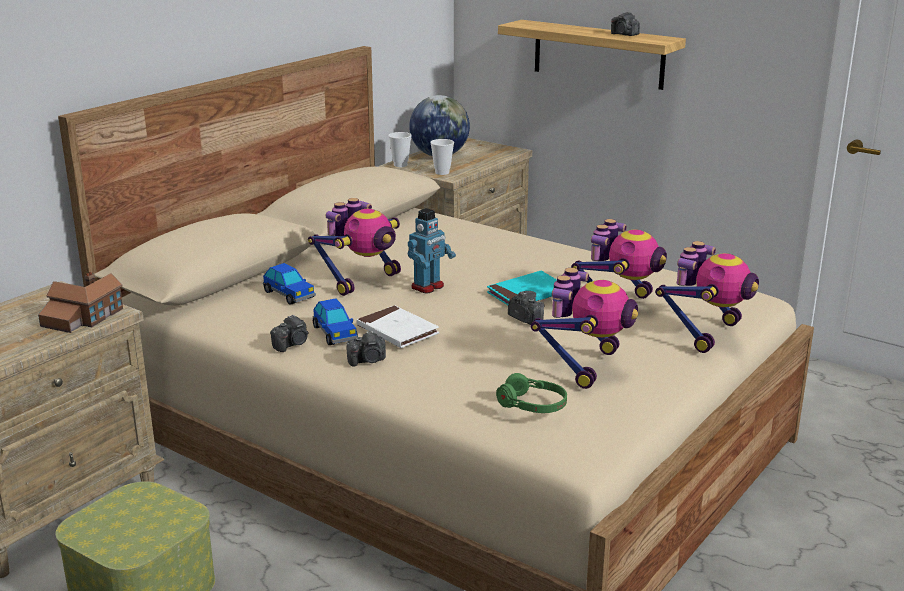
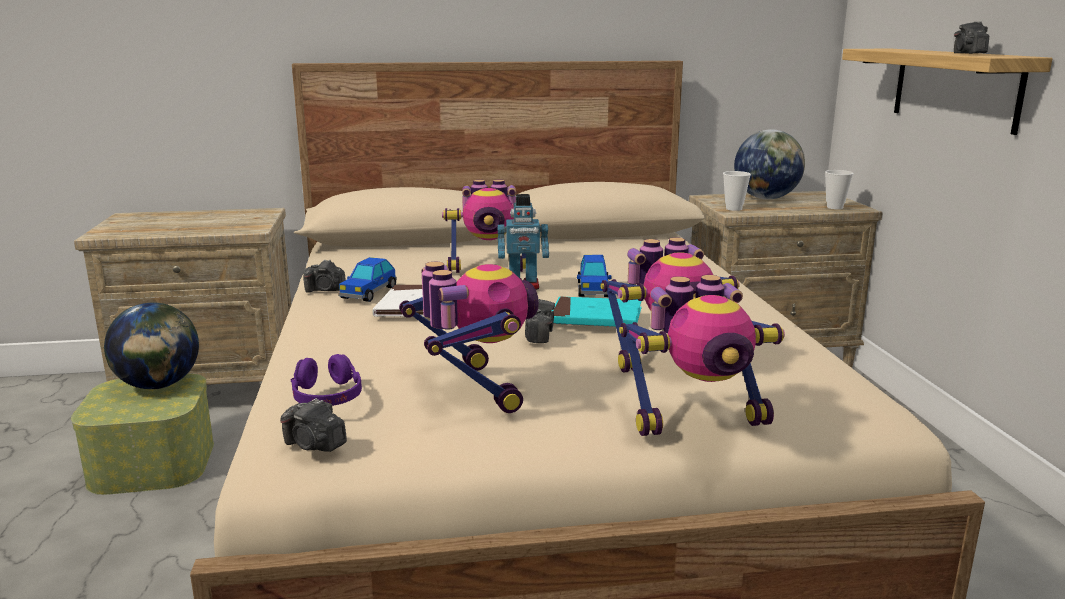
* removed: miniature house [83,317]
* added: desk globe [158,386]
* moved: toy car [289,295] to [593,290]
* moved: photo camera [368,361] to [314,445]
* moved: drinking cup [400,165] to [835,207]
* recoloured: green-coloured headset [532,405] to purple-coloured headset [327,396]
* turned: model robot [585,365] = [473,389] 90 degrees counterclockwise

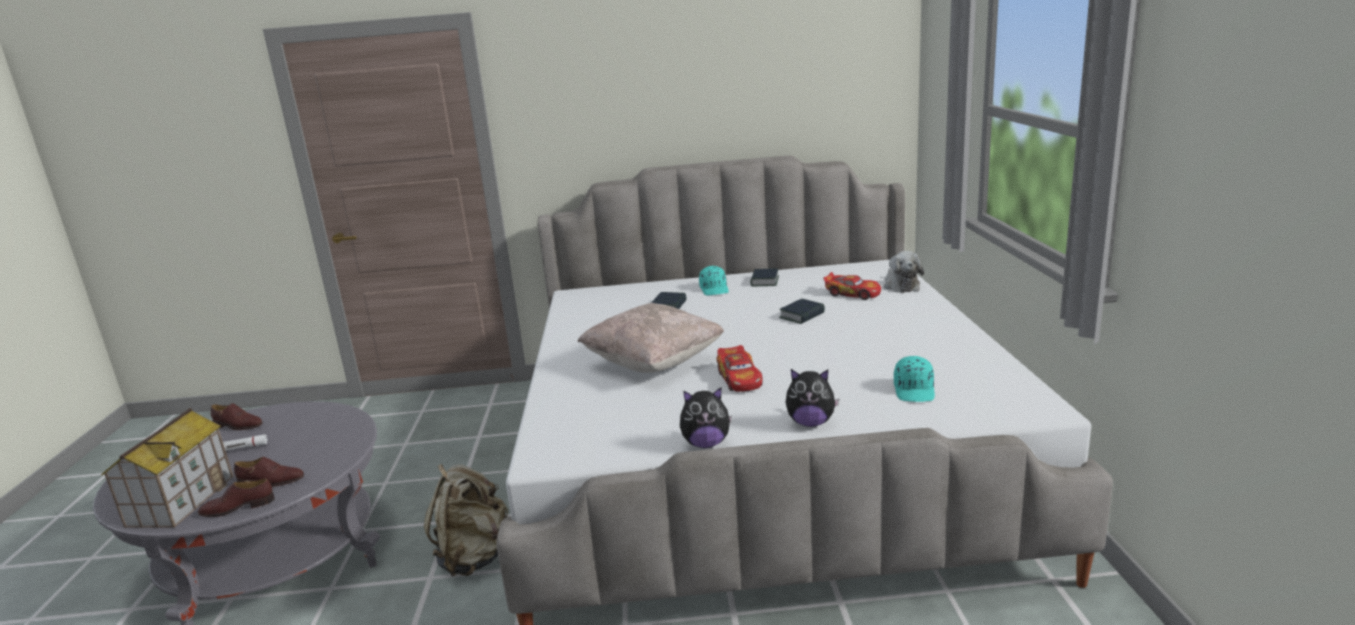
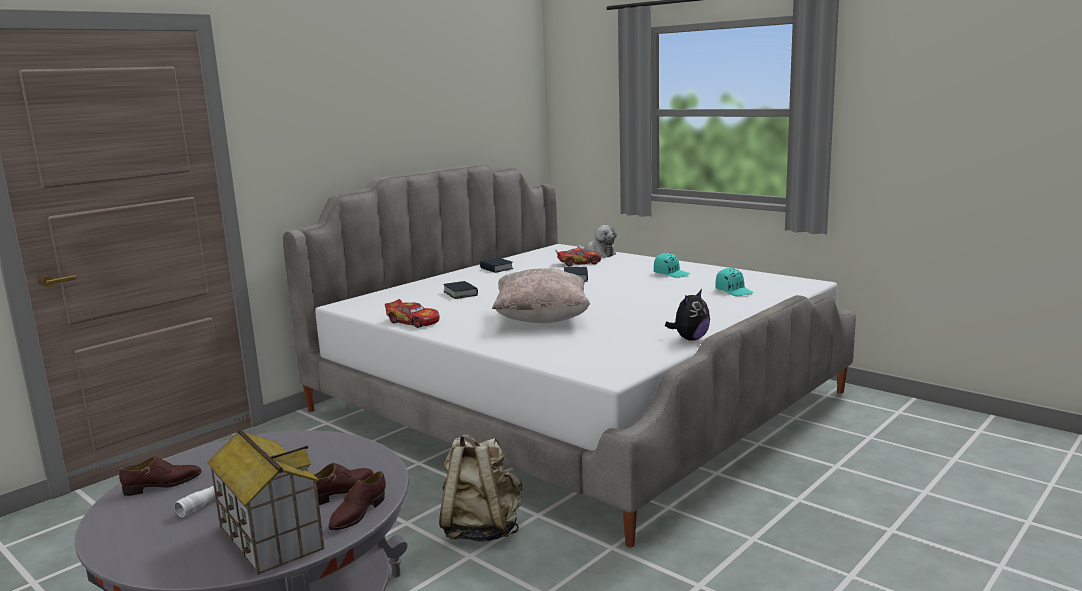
* removed: cuddly toy [811,423]
* moved: blue-green cap [714,289] to [671,274]
* moved: toy car [740,379] to [413,321]

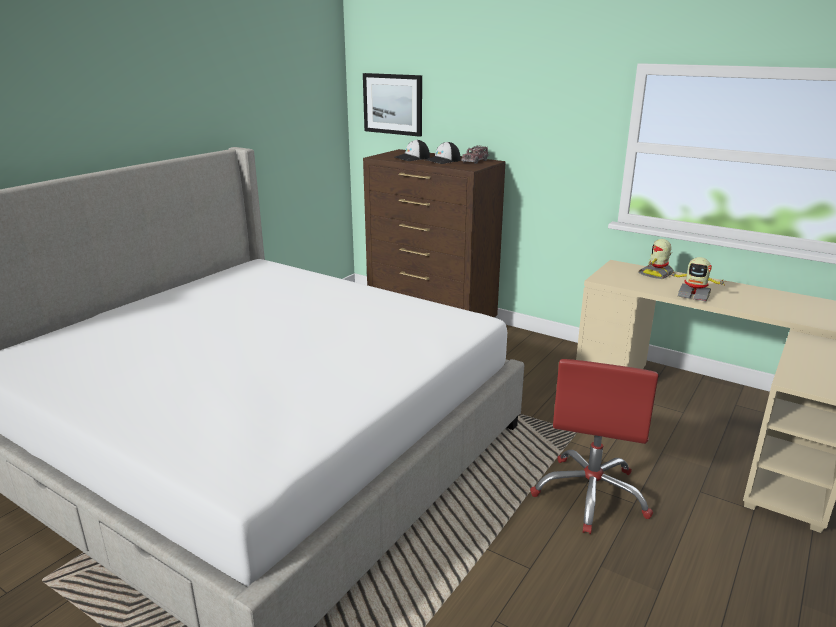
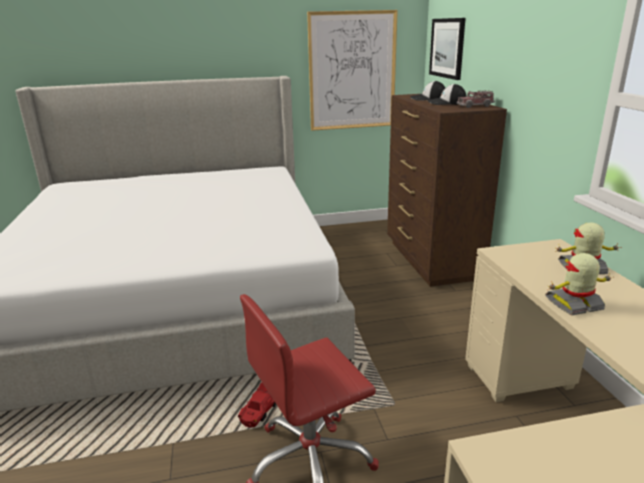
* added: red toy car [260,410]
* added: wall picture [352,71]
* turned: model robot [693,295] = [574,304] 90 degrees clockwise

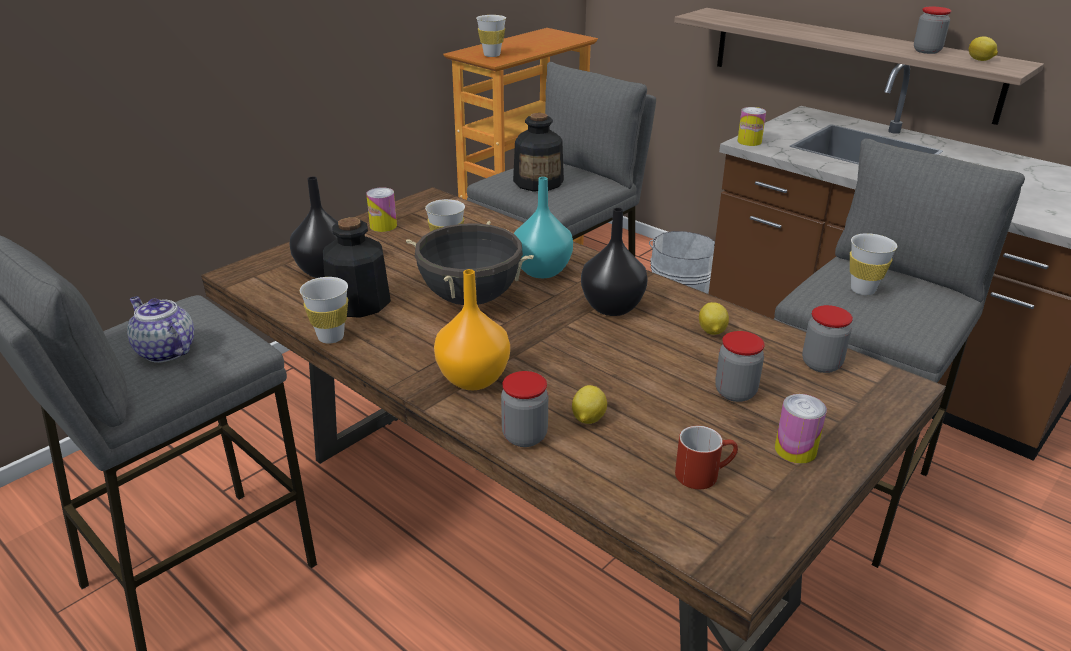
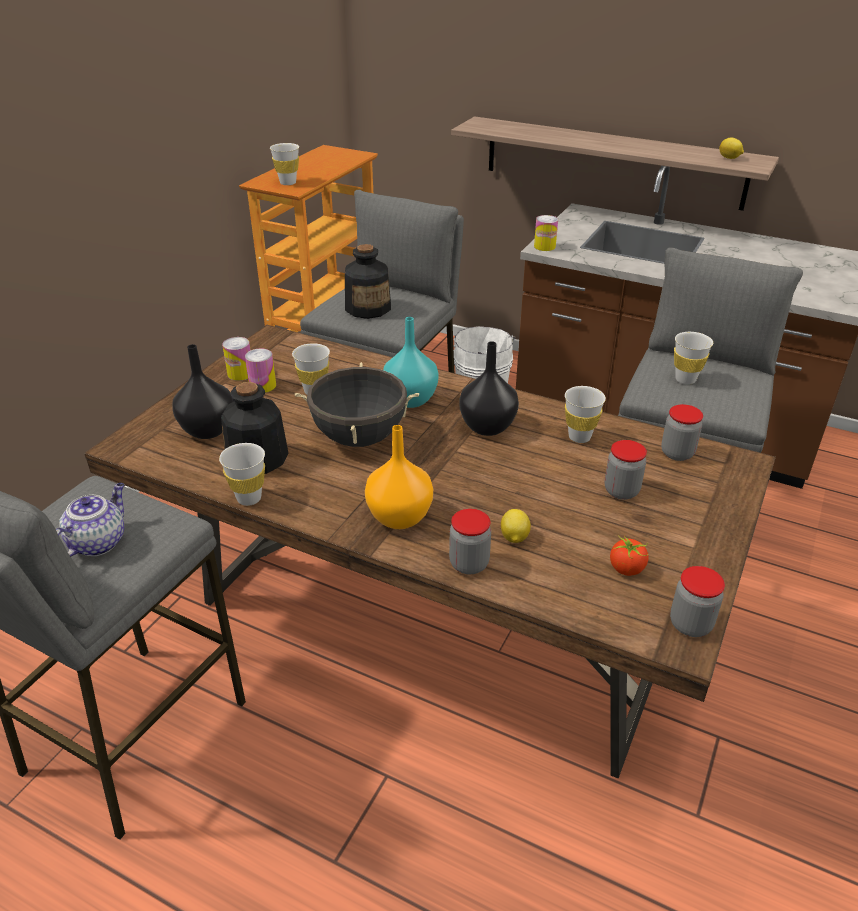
* moved: metal can [795,450] to [262,386]
* moved: storage jar [927,51] to [690,624]
* replaced: red mug [704,473] to tomato [627,569]
* replaced: citrus fruit [711,331] to white-coloured drinking cup [579,437]
* turned: pot for tea [165,351] = [98,542] 90 degrees clockwise

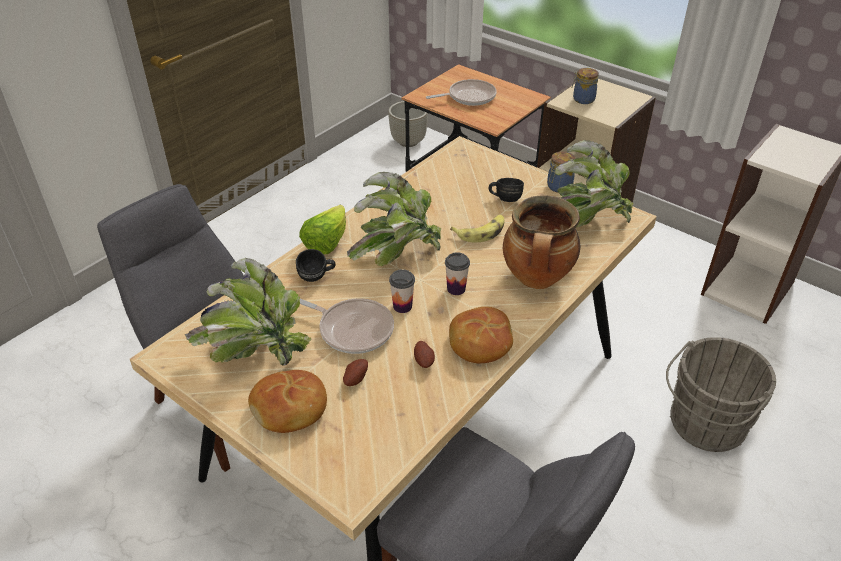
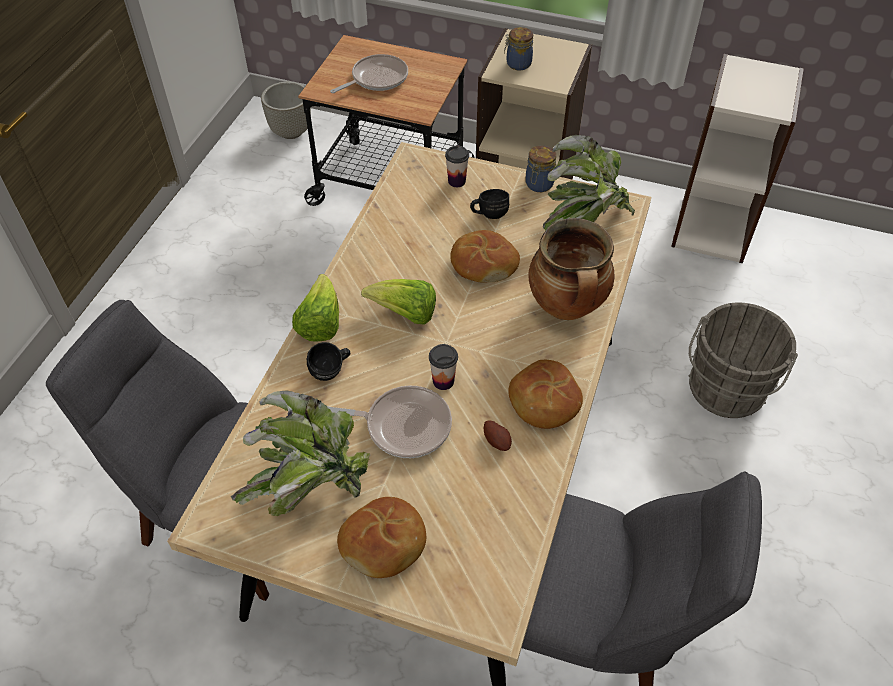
* removed: whole potato [355,378]
* moved: drinking cup [456,289] to [456,181]
* replaced: houseplant [397,252] to lettuce [405,314]
* replaced: banana fruit [481,232] to baked bread [483,264]

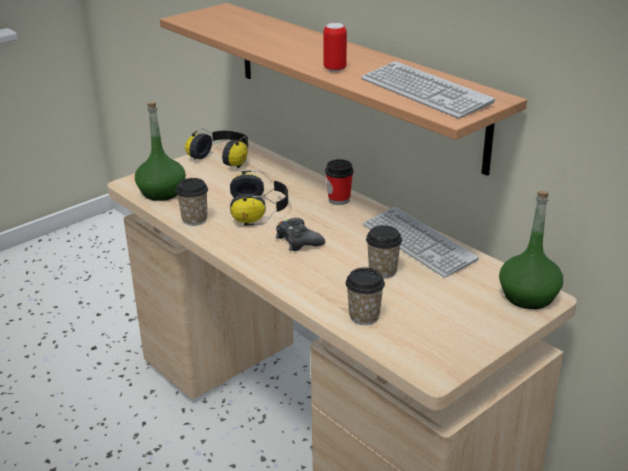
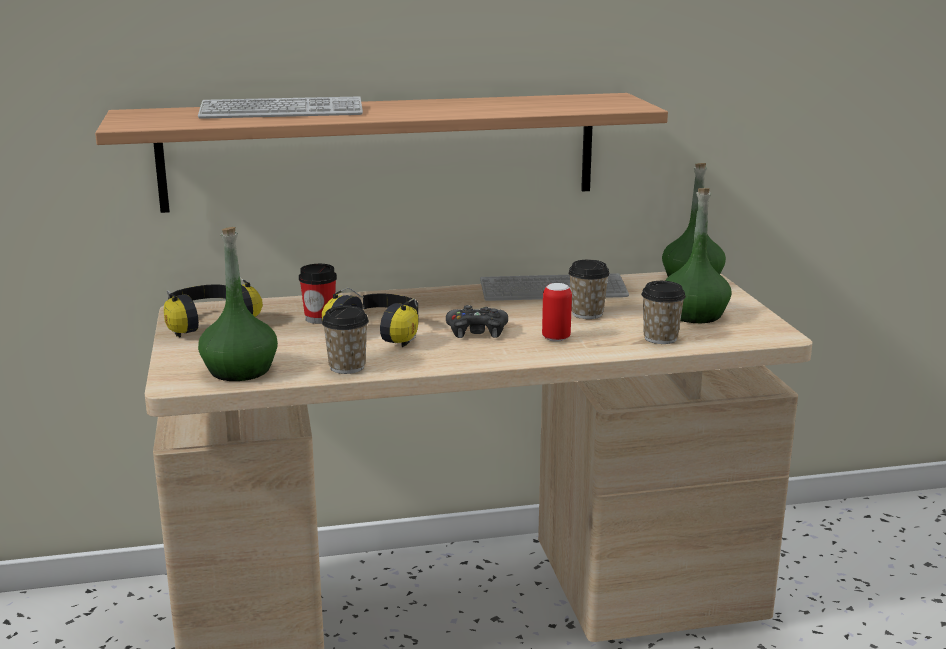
* added: green-coloured bottle [694,315]
* moved: metal can [335,69] to [556,338]
* moved: drinking cup [339,200] to [319,318]
* moved: keyboard [424,92] to [282,111]

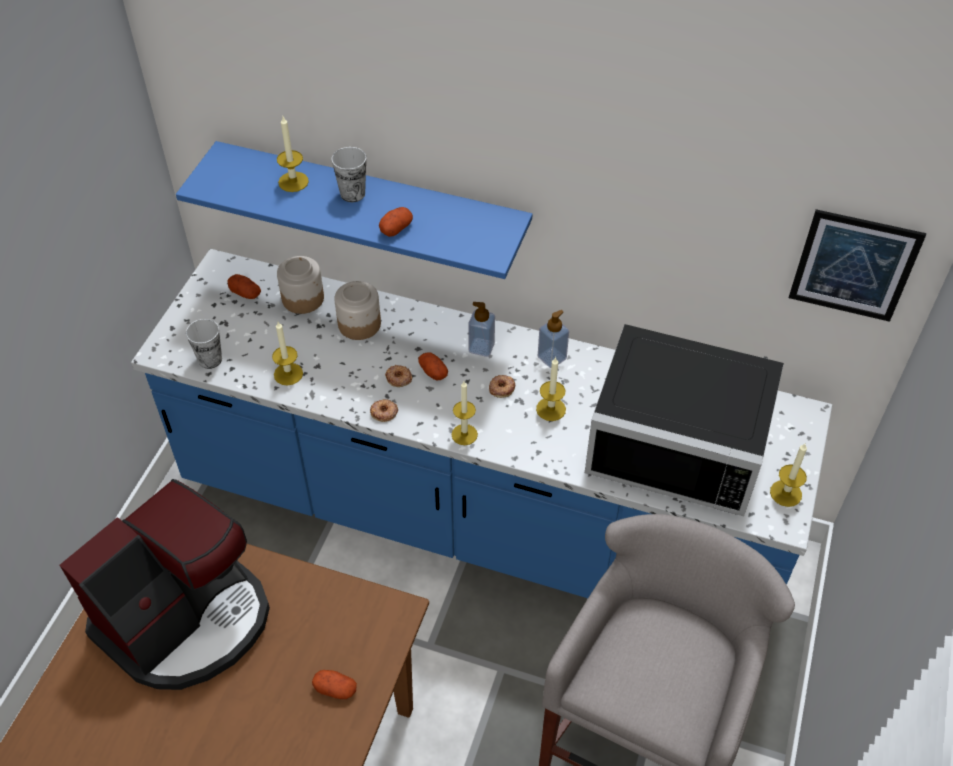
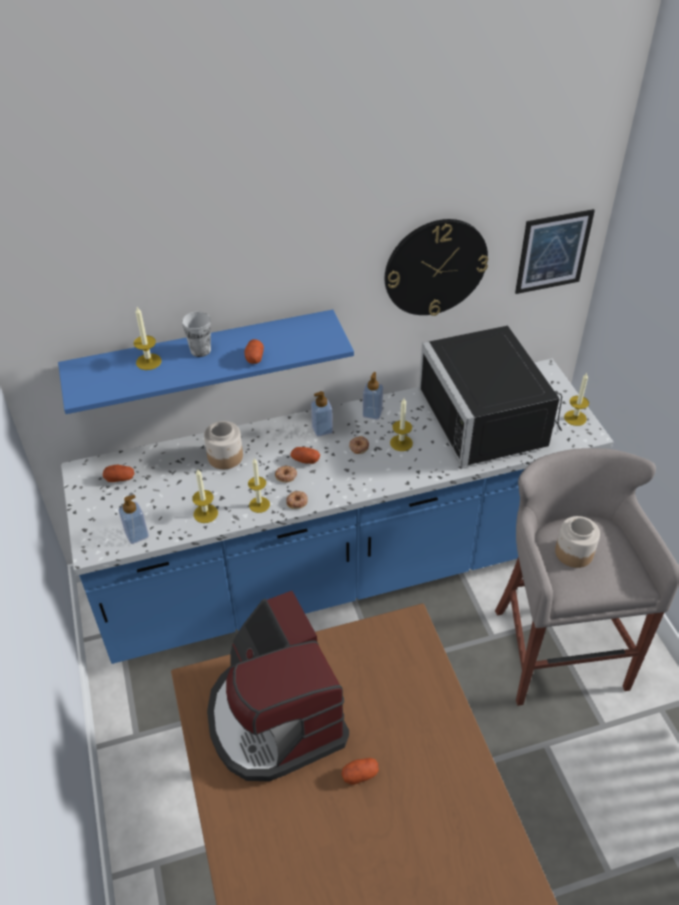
* added: hanging clock [435,267]
* moved: storage jar [303,298] to [573,552]
* moved: whole potato [335,689] to [360,774]
* moved: wax light [464,434] to [259,504]
* replaced: drinking cup [210,359] to soap bottle [137,535]
* turned: coffee maker [187,619] = [275,717] 150 degrees clockwise
* turned: black-coloured microwave [680,437] = [491,419] 90 degrees clockwise

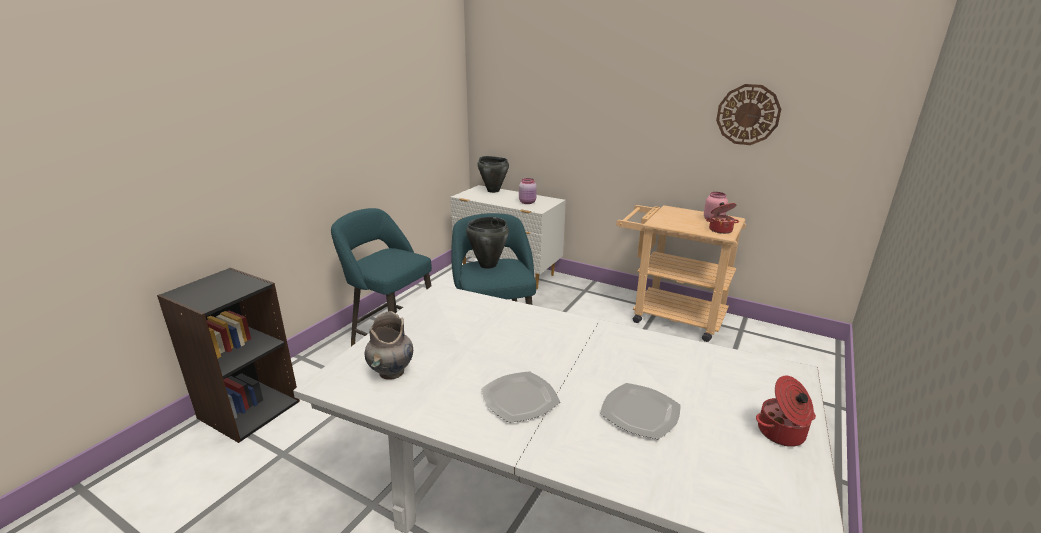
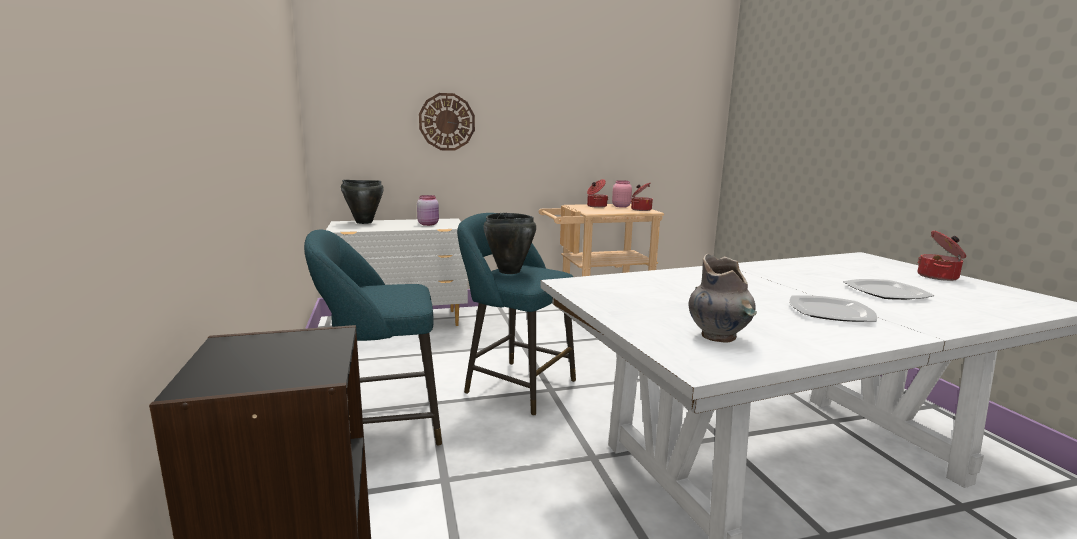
* added: stockpot [596,206]
* moved: hanging clock [748,115] to [447,122]

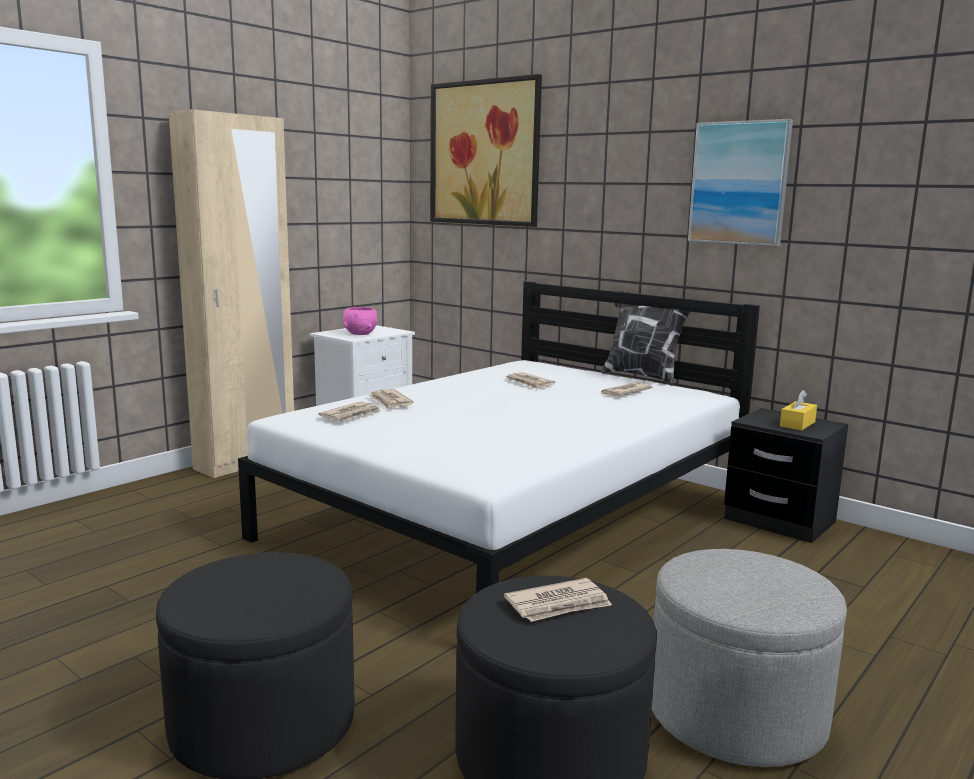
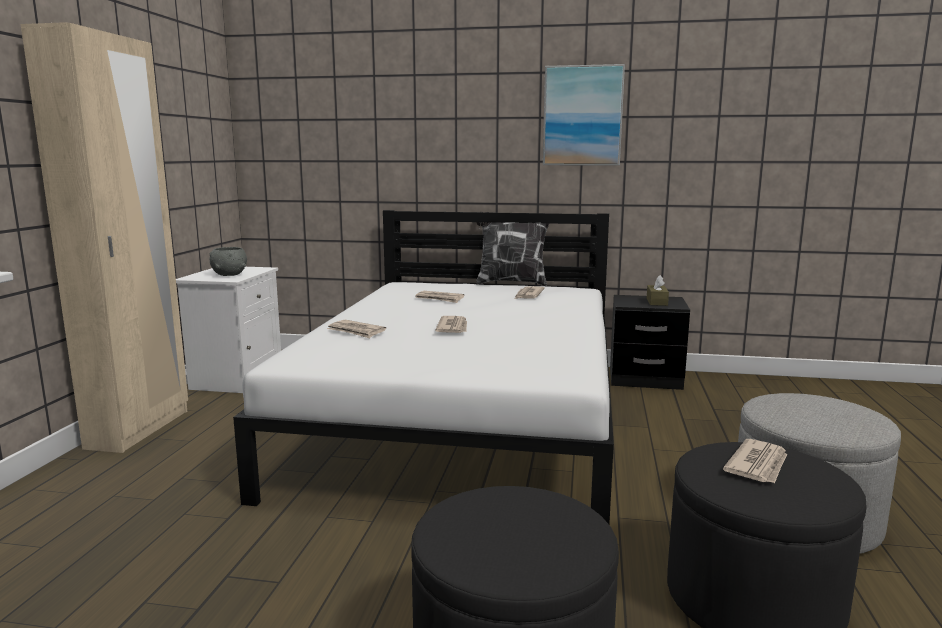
* removed: wall picture [484,153]
* moved: newspaper [351,415] to [453,327]
* recoloured: pinkish serving bowl [360,334] to greyish serving bowl [229,275]
* recoloured: yellow box of tissues [797,424] to brown box of tissues [656,302]

